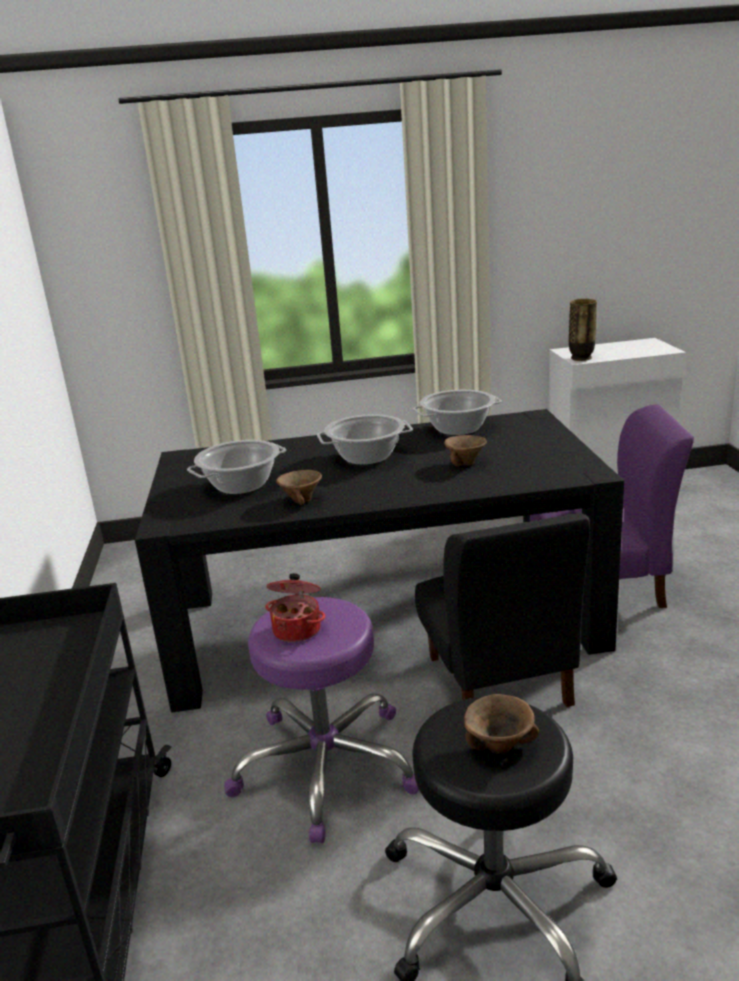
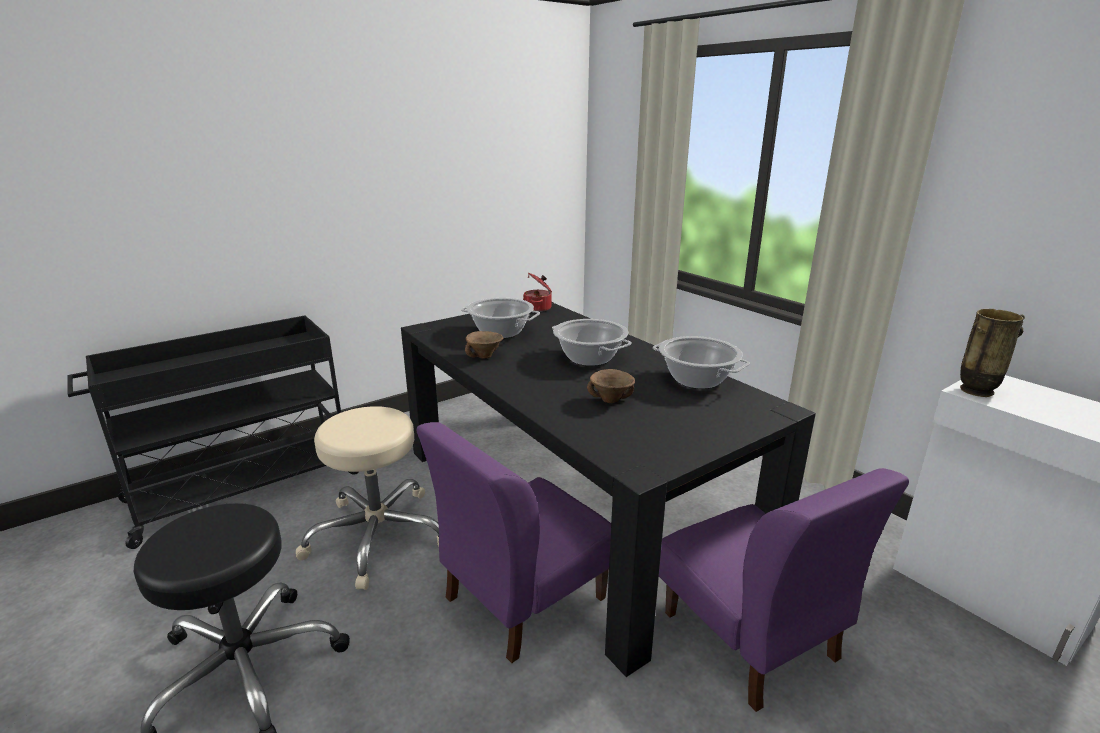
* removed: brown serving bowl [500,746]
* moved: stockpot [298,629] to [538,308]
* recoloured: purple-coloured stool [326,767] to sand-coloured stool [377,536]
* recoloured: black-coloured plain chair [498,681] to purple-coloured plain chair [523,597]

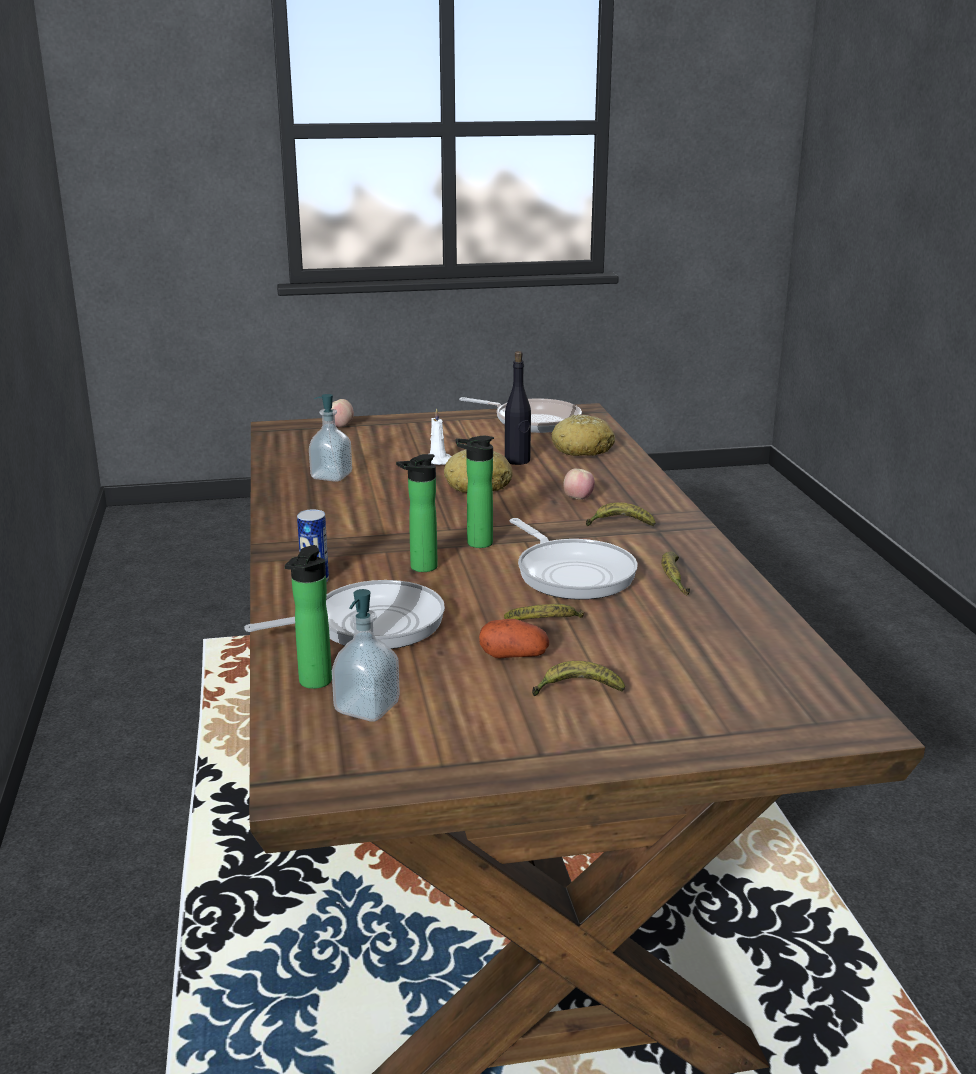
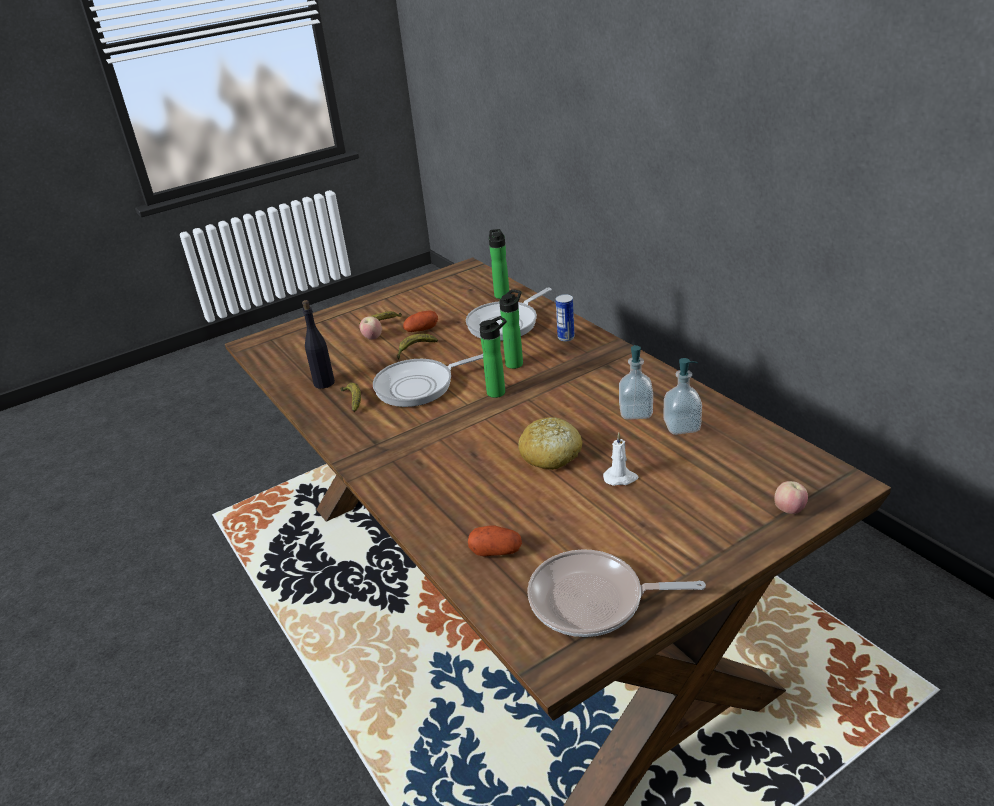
* removed: banana fruit [620,525]
* moved: soap bottle [367,708] to [635,412]
* moved: black-coloured bottle [517,461] to [324,383]
* moved: whole apple [578,499] to [372,338]
* replaced: baked bread [582,449] to whole potato [496,551]
* turned: skillet [572,573] = [419,386] 60 degrees counterclockwise

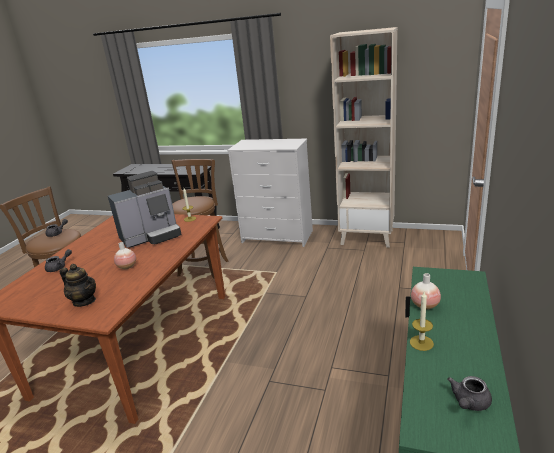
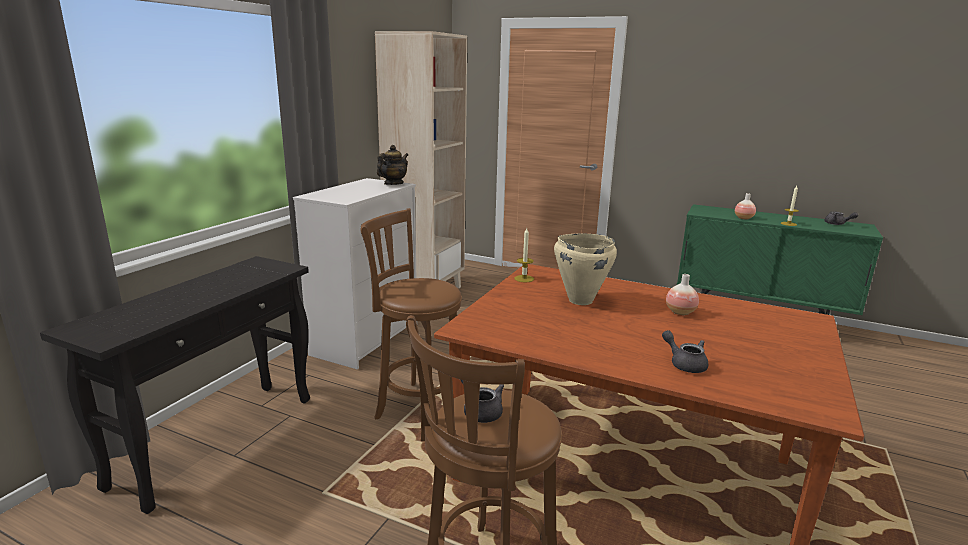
* moved: pot for tea [84,301] to [393,184]
* replaced: coffee maker [152,236] to sand-coloured stockpot [580,300]

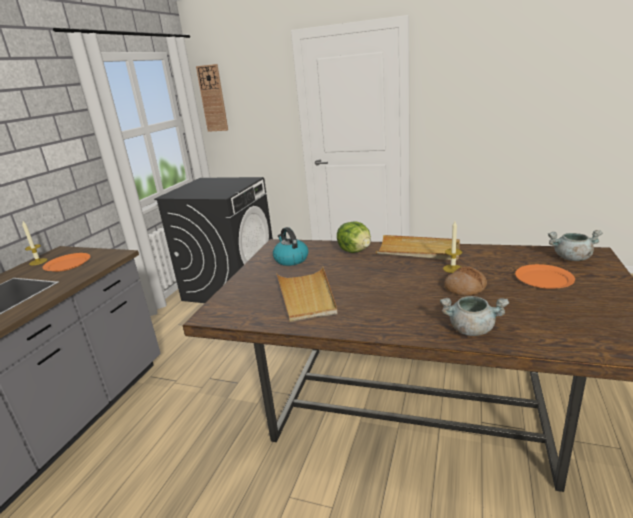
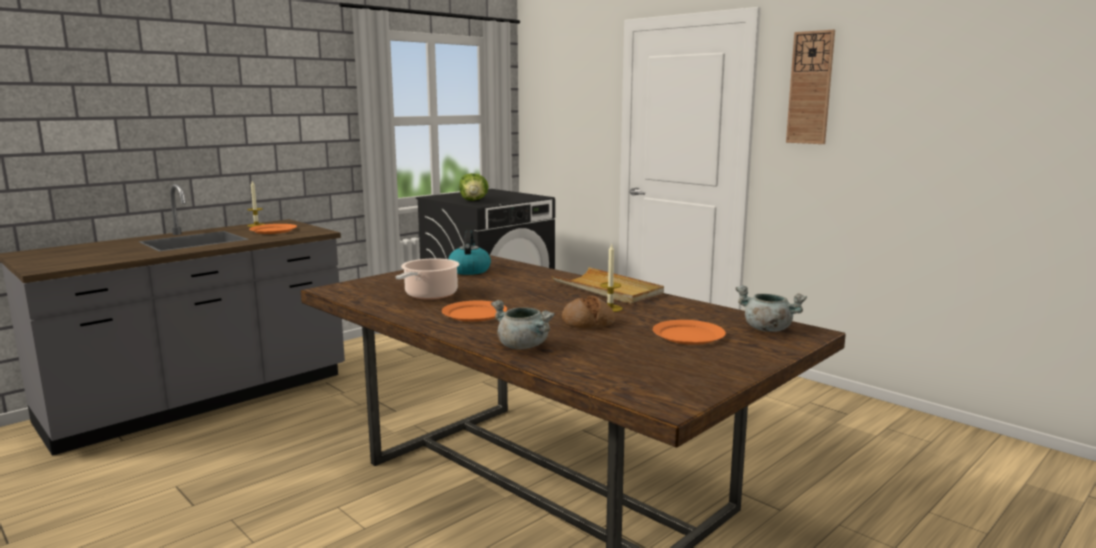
* added: orange-coloured flat dish [474,314]
* moved: hanging clock [212,98] to [810,88]
* moved: lettuce [355,251] to [473,200]
* replaced: sand-coloured serving tray [306,296] to stockpot [429,295]

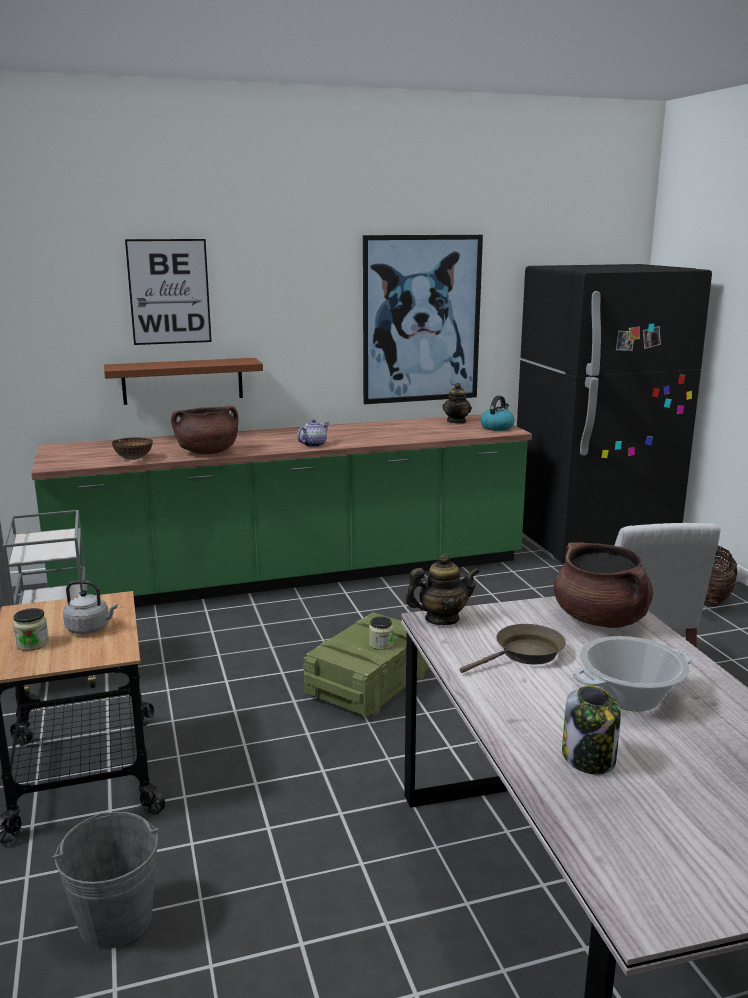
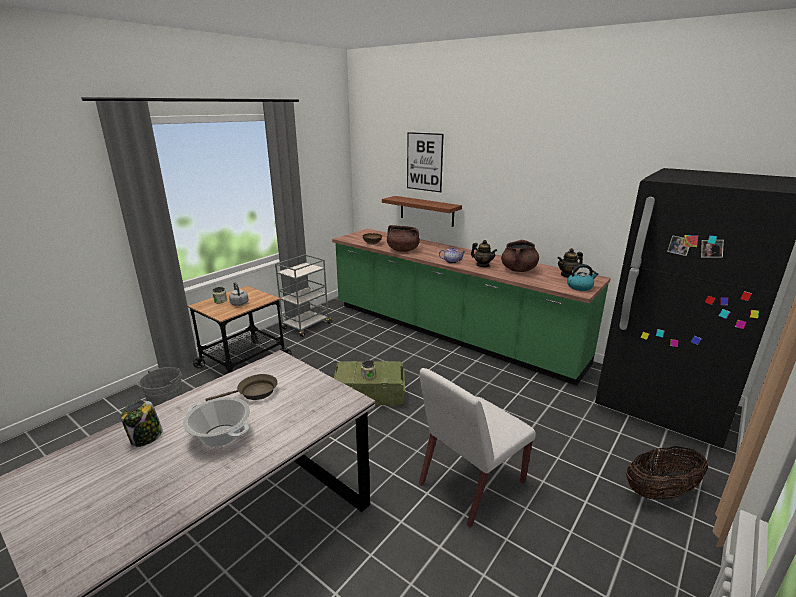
* removed: wall picture [421,319]
* moved: pot for tea [441,619] to [482,265]
* moved: brown stockpot [600,619] to [518,270]
* turned: brown skillet [524,654] = [254,392] 45 degrees counterclockwise

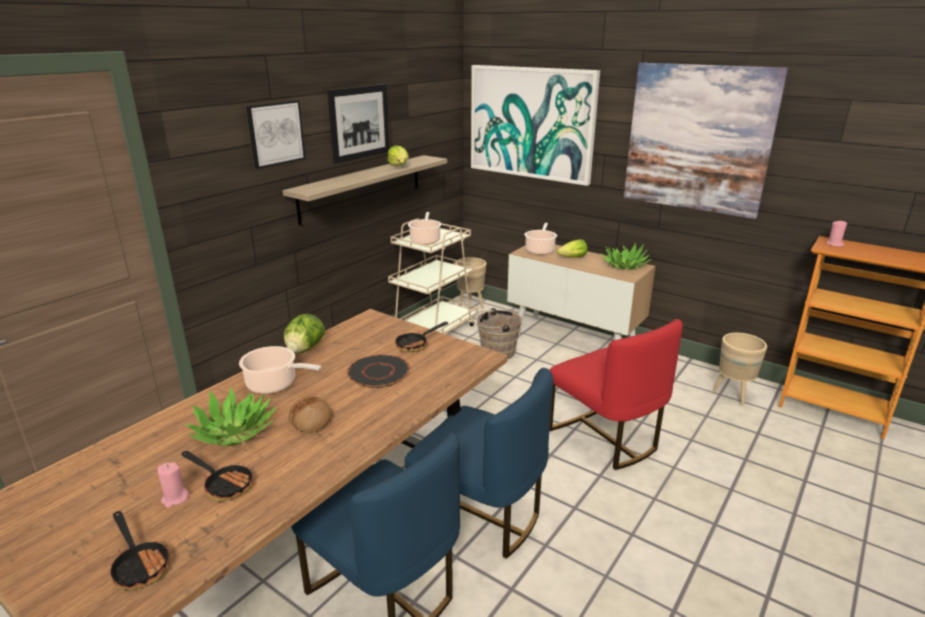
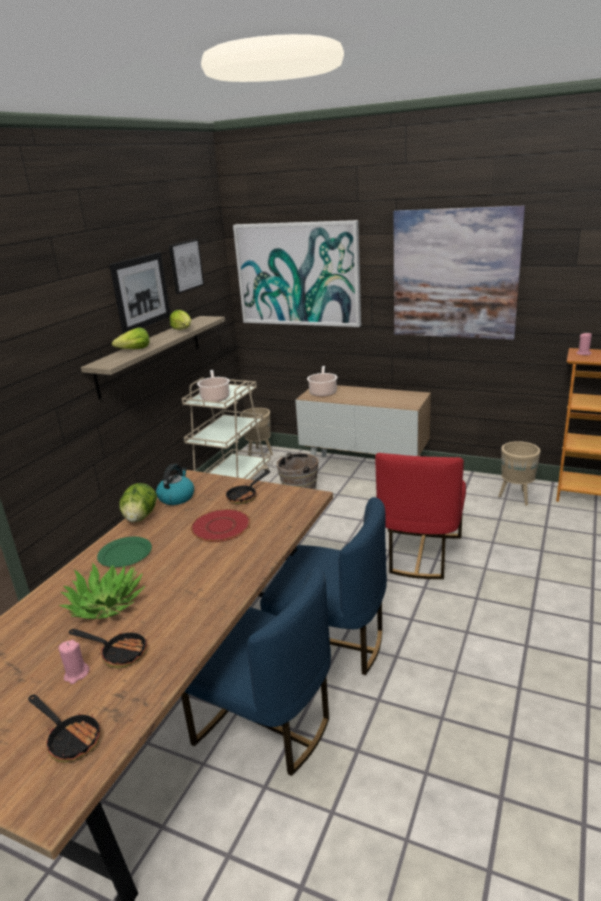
* removed: baked bread [311,420]
* removed: houseplant [624,265]
* added: water kettle [176,497]
* moved: wall picture [275,133] to [185,266]
* moved: lettuce [573,258] to [134,350]
* replaced: stockpot [274,384] to green-coloured flat dish [125,554]
* recoloured: black-coloured flat dish [378,372] to red flat dish [221,527]
* turned: red plain chair [605,438] = [419,554] 60 degrees clockwise

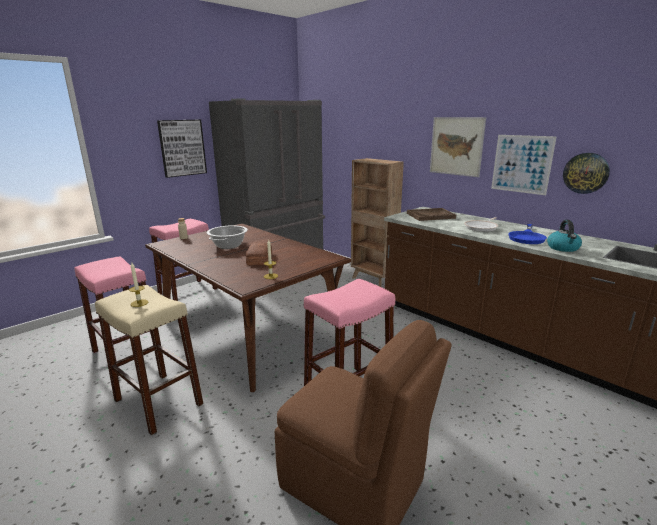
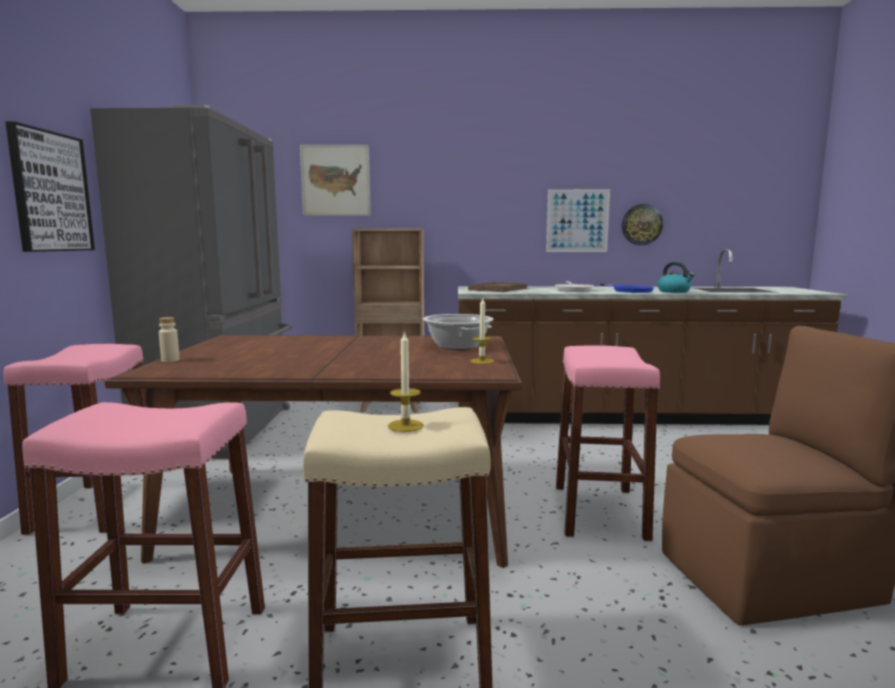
* removed: baked bread [258,258]
* moved: stockpot [228,246] to [458,346]
* moved: wall picture [456,146] to [335,180]

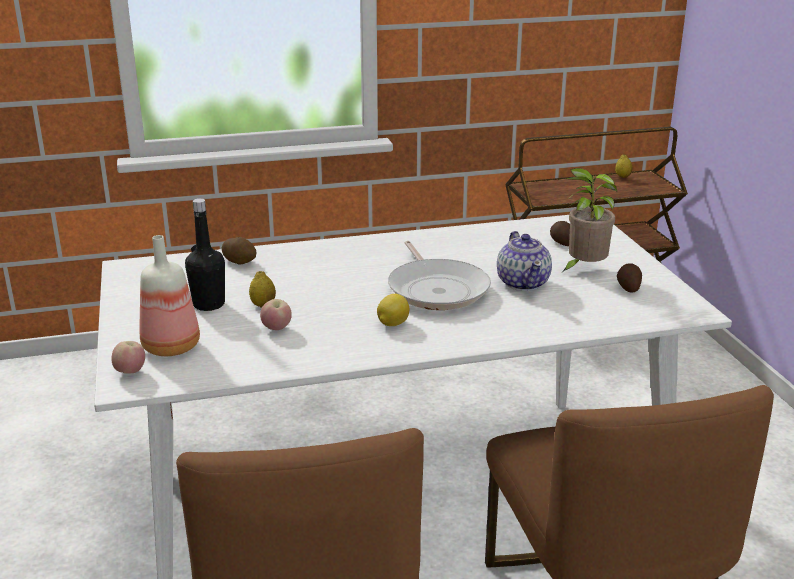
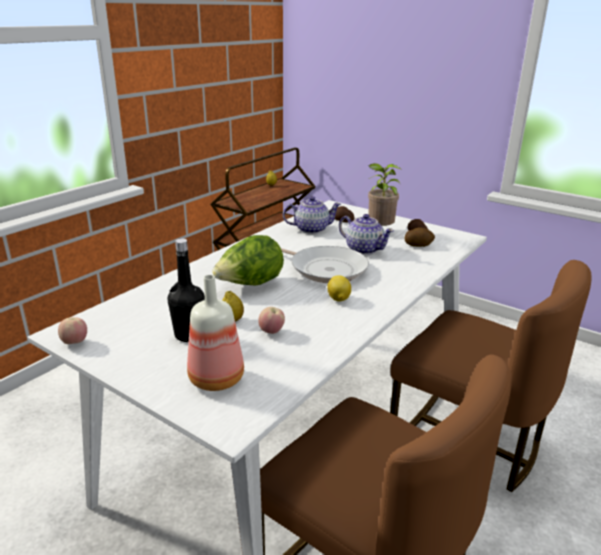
* added: lettuce [250,285]
* added: pot for tea [311,229]
* moved: whole apple [130,372] to [75,343]
* moved: whole potato [240,261] to [418,245]

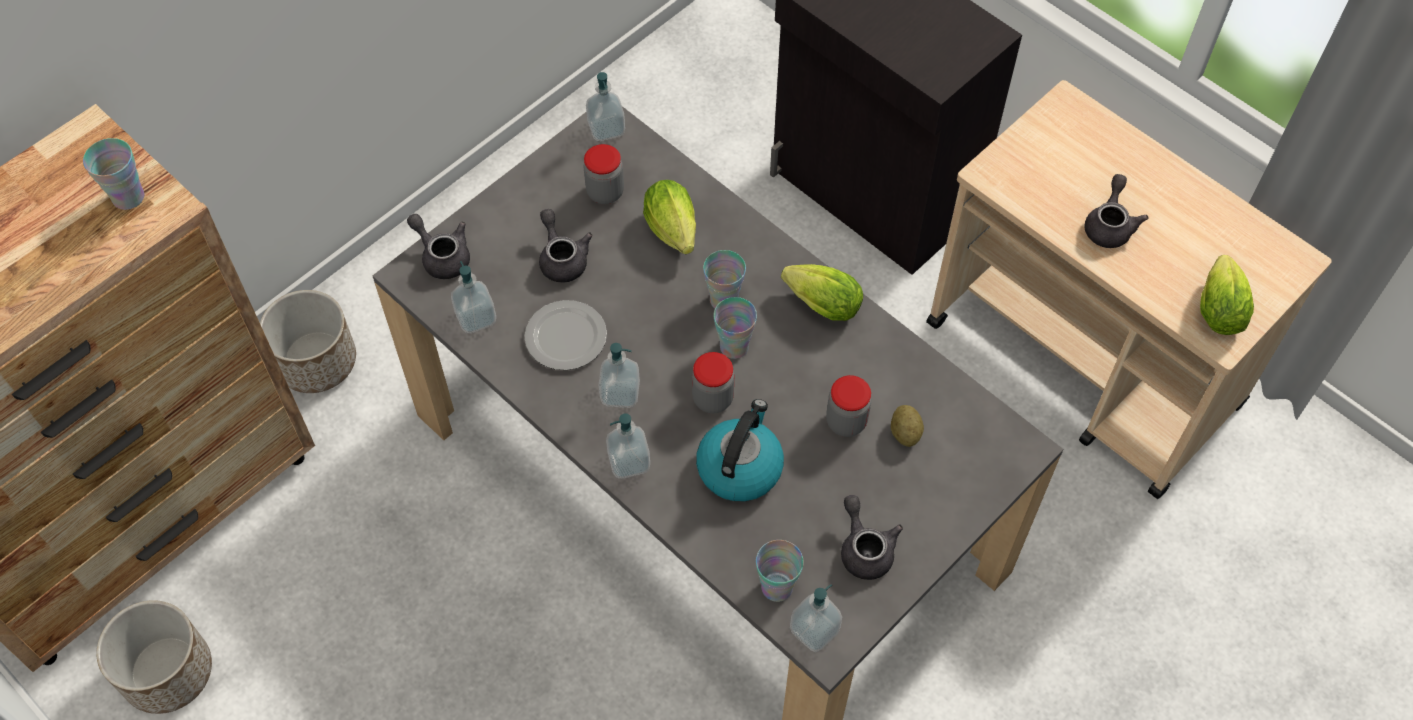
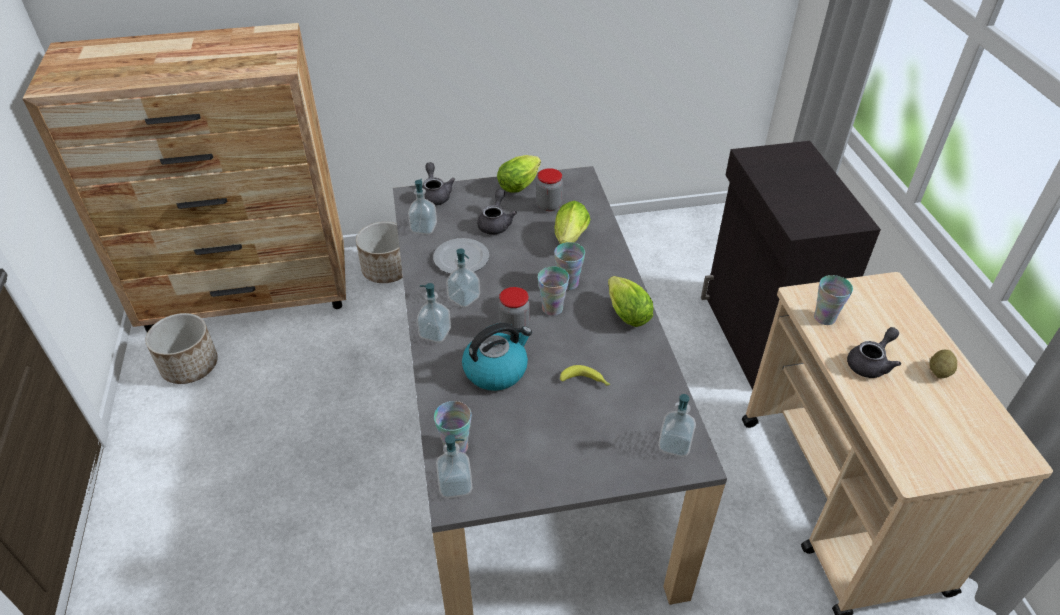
* removed: greyish pot for tea [865,548]
* moved: drinking cup [128,197] to [824,318]
* moved: soap bottle [606,128] to [674,444]
* moved: whole potato [905,433] to [939,372]
* moved: lettuce [1218,306] to [521,184]
* replaced: storage jar [846,422] to banana fruit [585,381]

